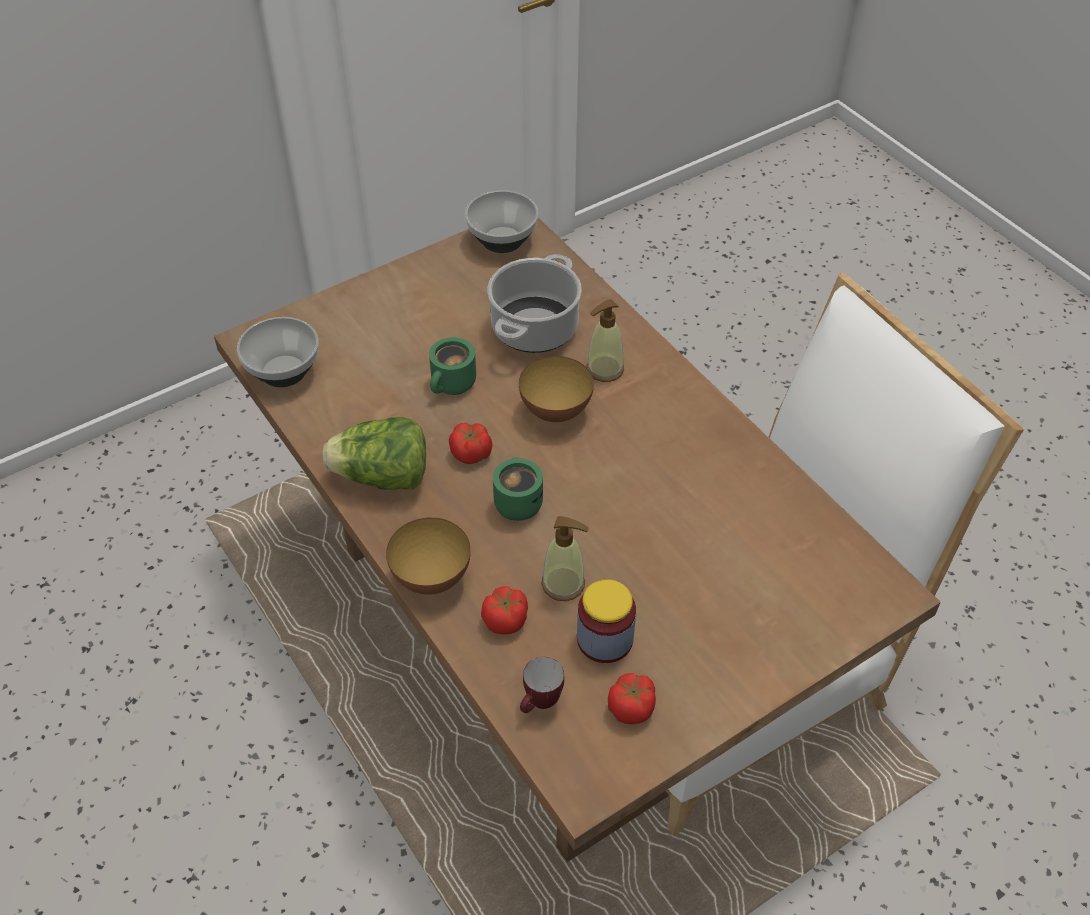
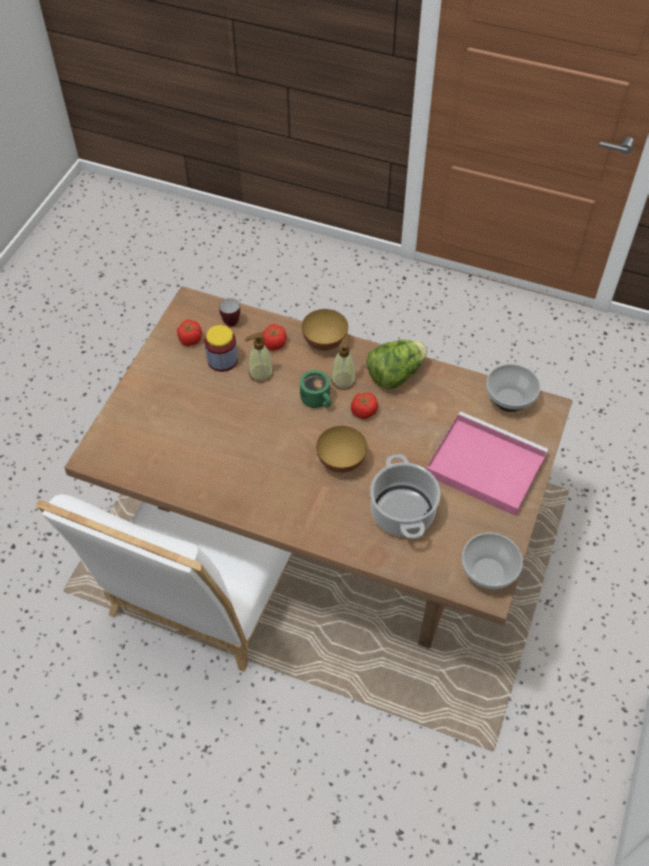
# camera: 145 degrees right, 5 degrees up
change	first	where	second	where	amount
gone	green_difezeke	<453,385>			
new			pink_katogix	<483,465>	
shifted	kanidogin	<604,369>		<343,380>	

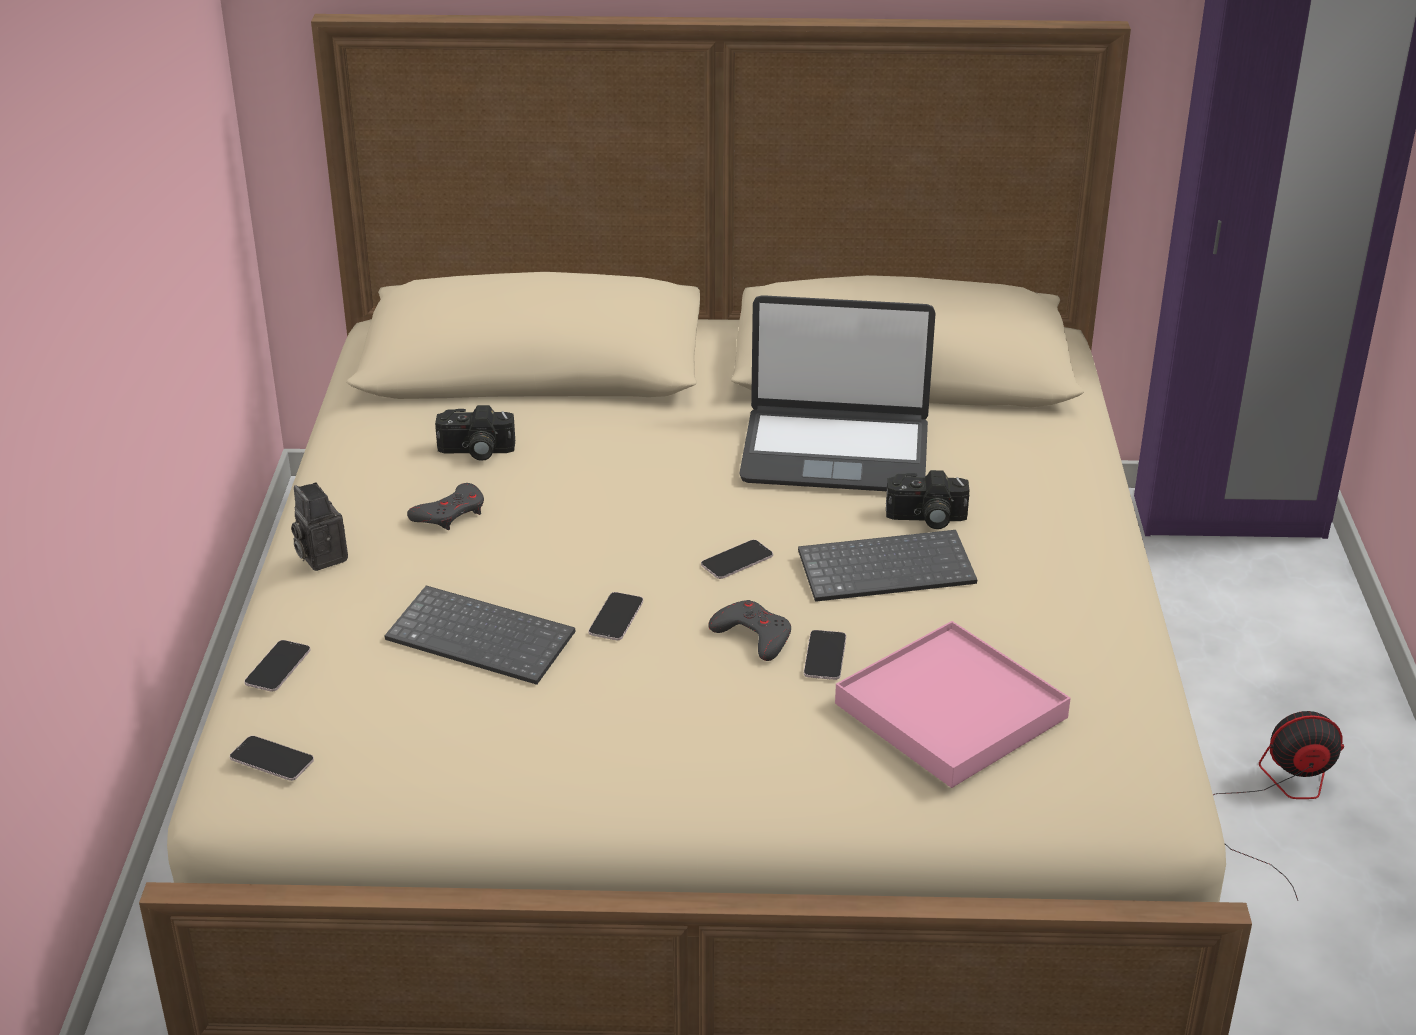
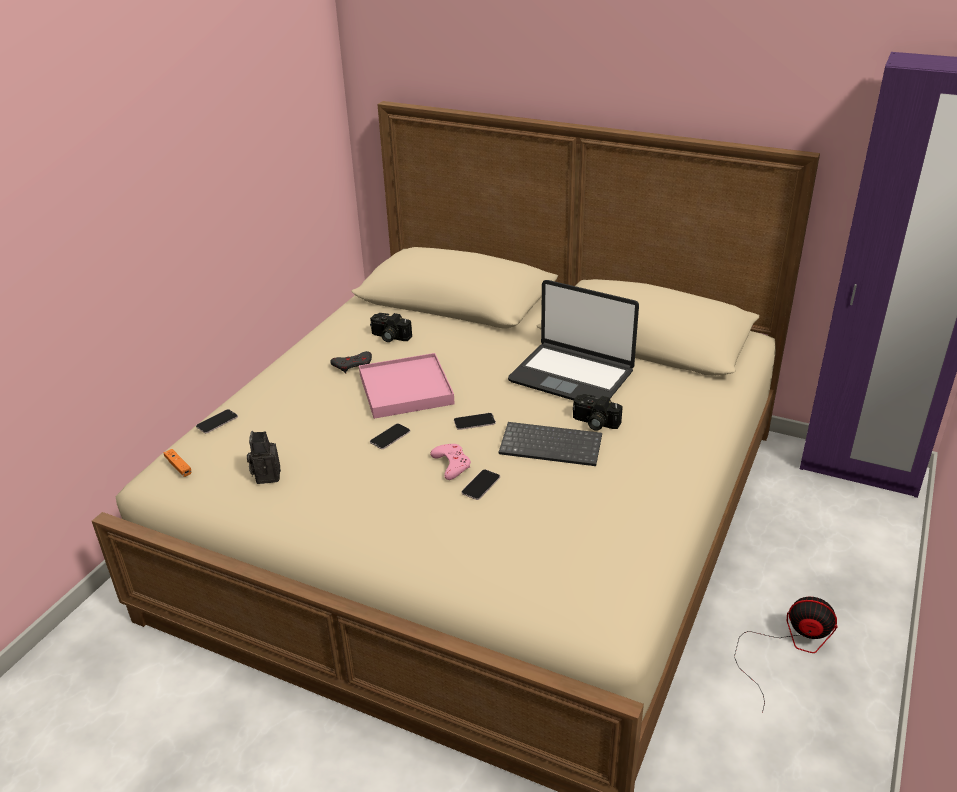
# camera: 25 degrees right, 0 degrees up
change	first	where	second	where	amount
gone	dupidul	<484,637>			
shifted	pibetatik	<320,556>		<266,475>	
shifted	pink_katogix	<951,711>		<406,389>	
swapped	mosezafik	<272,759>	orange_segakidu	<178,466>	
repainted	grey_segakidu	<753,636>	pink_segakidu	<451,464>	

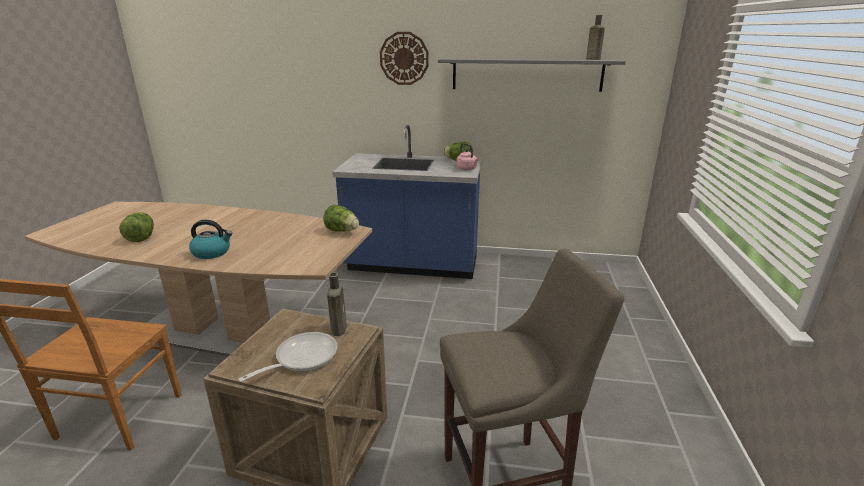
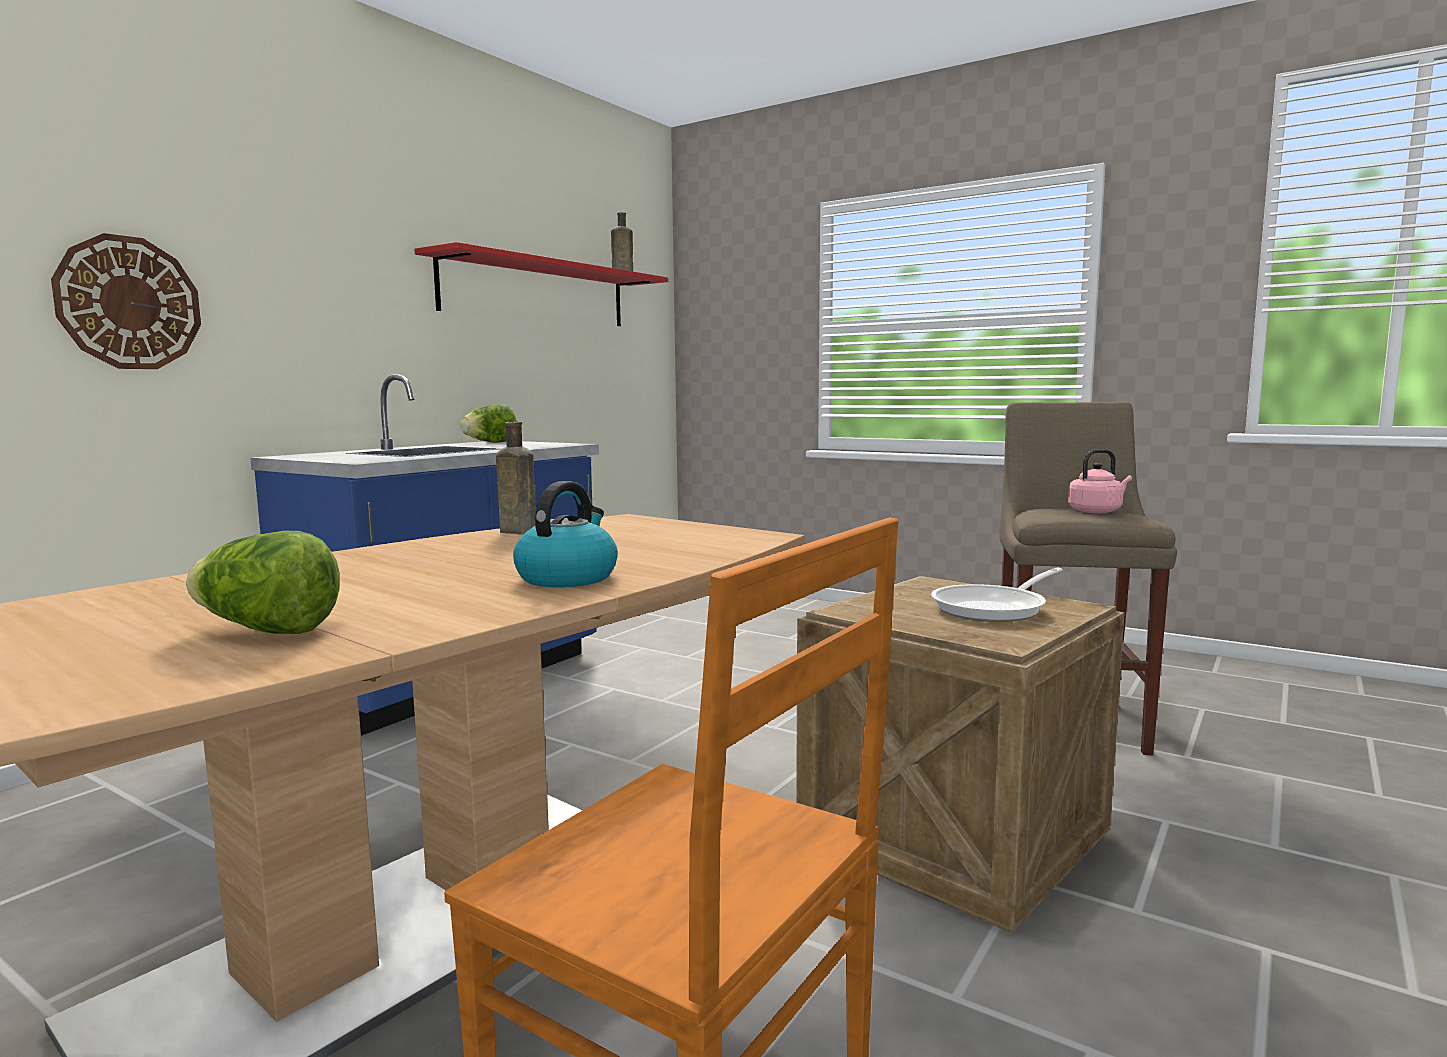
# camera: 65 degrees left, 15 degrees down
change	first	where	second	where	amount
gone	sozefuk	<342,231>			
shifted	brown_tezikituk	<339,328>		<515,532>	
shifted	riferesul	<404,58>		<129,303>	
shifted	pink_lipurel	<467,169>		<1097,511>	
repainted	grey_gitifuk	<526,74>	red_gitifuk	<537,293>	
rotated	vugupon	<301,358>		<995,608>	105 degrees counterclockwise

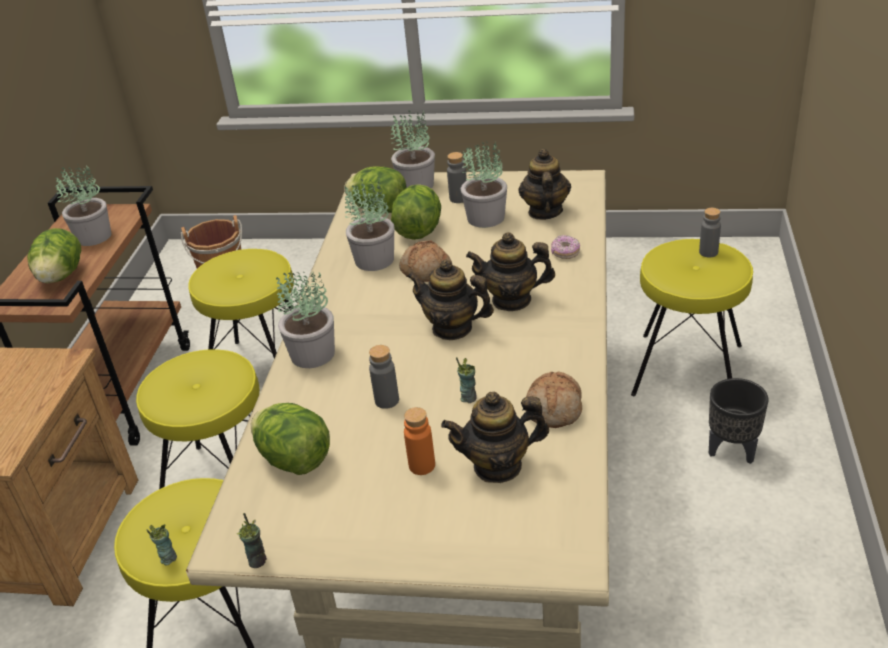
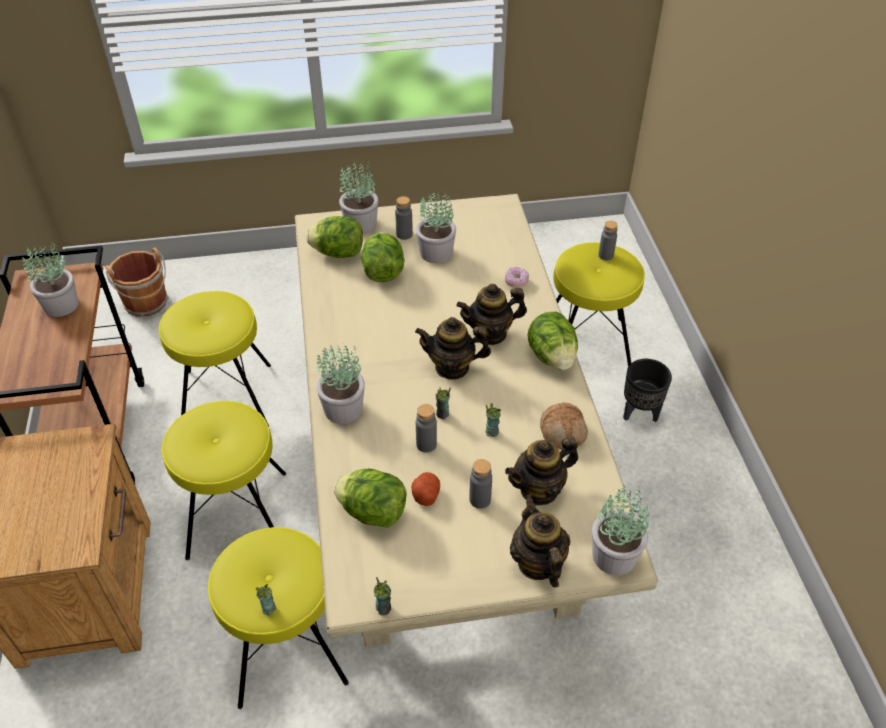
# camera: 20 degrees left, 10 degrees up
change	first	where	second	where	amount
gone	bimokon	<426,271>			
new			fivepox	<425,494>	
new			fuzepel	<442,414>	
shifted	sozefuk	<61,276>		<552,357>	
shifted	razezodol	<374,259>		<613,555>	
shifted	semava	<544,212>		<537,563>	
repainted	orange_tezikituk	<422,465>	grey_tezikituk	<480,499>	

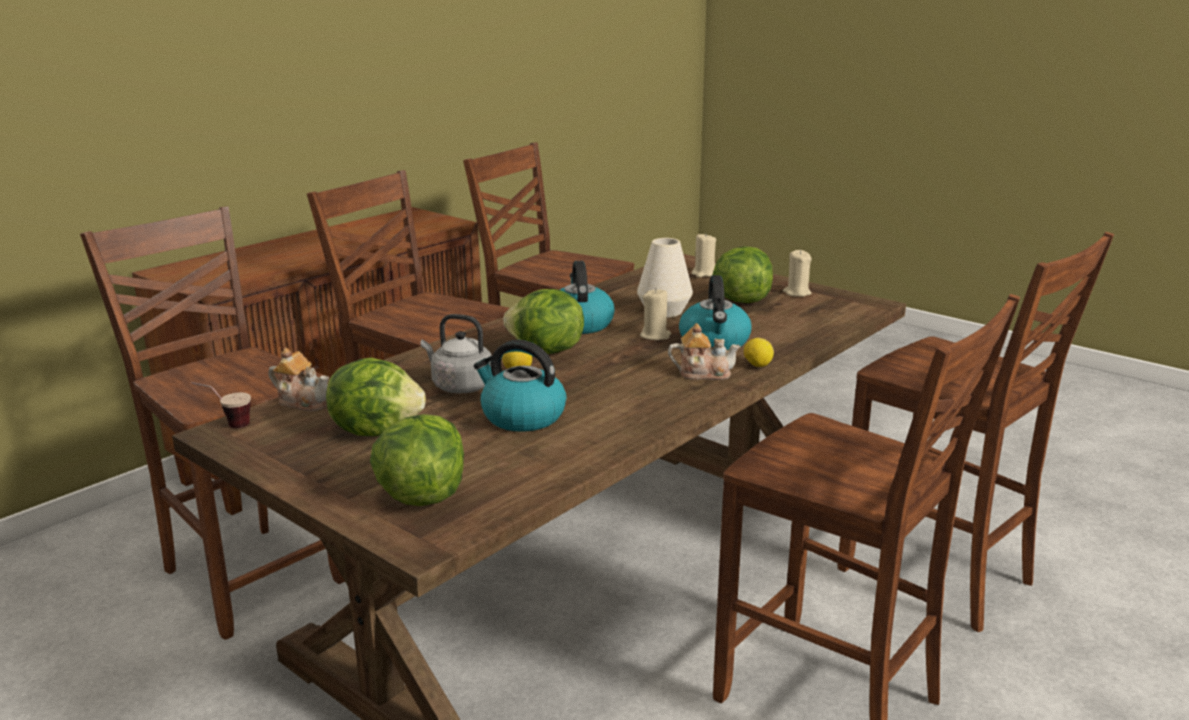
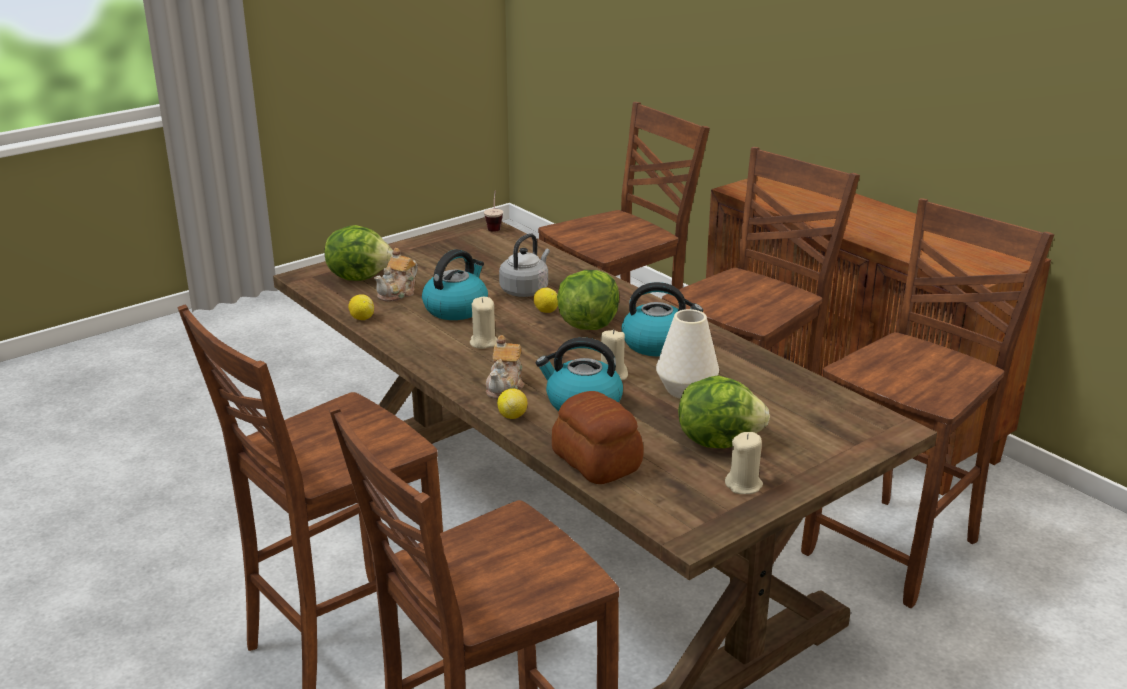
# camera: 100 degrees right, 5 degrees up
change	first	where	second	where	amount
gone	sozefuk	<377,430>			
new			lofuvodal	<362,318>	
new			bimokon	<596,462>	
shifted	semava	<304,402>		<398,293>	
shifted	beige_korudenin	<704,274>		<483,342>	

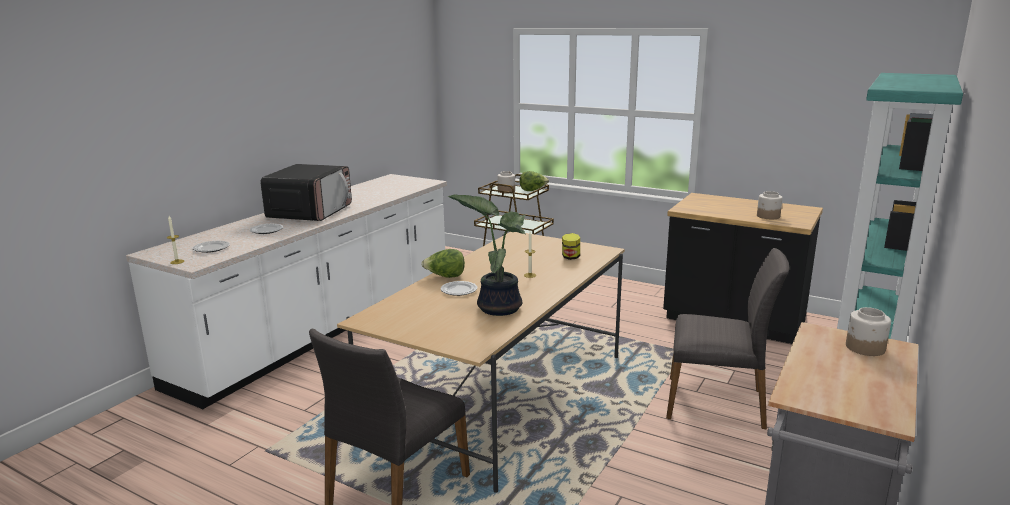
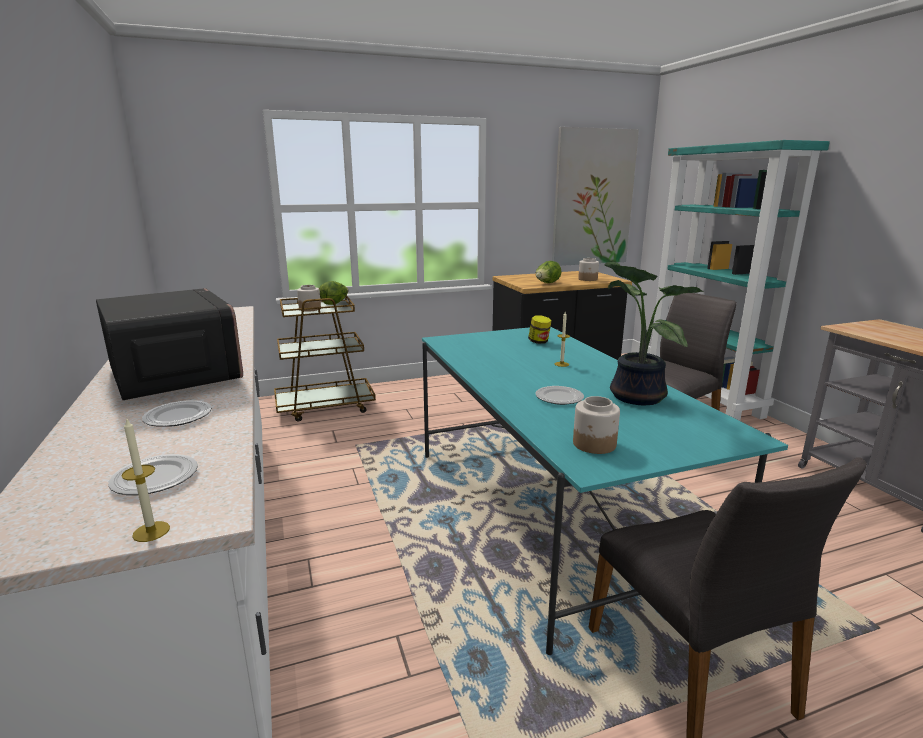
# camera: 50 degrees left, 0 degrees up
change	first	where	second	where	amount
new			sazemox	<593,198>	
shifted	sozefuk	<445,277>		<547,283>	
shifted	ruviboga	<865,348>		<594,444>	
repainted	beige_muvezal	<501,395>	turquoise_muvezal	<550,513>	

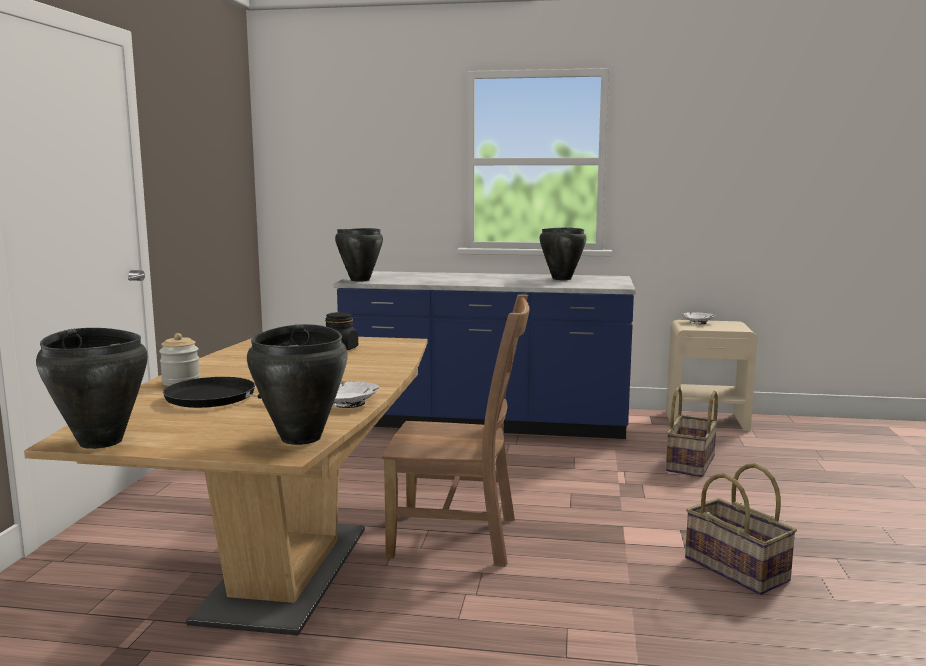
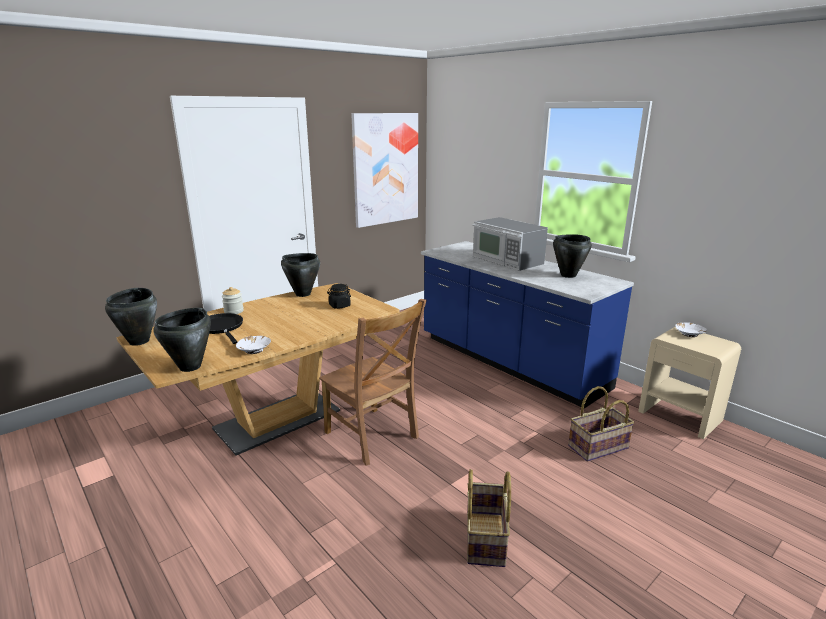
# camera: 40 degrees right, 10 degrees up
change	first	where	second	where	amount
new			sazemox	<385,169>	
new			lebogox	<506,260>	
shifted	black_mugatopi	<359,280>		<302,294>	

